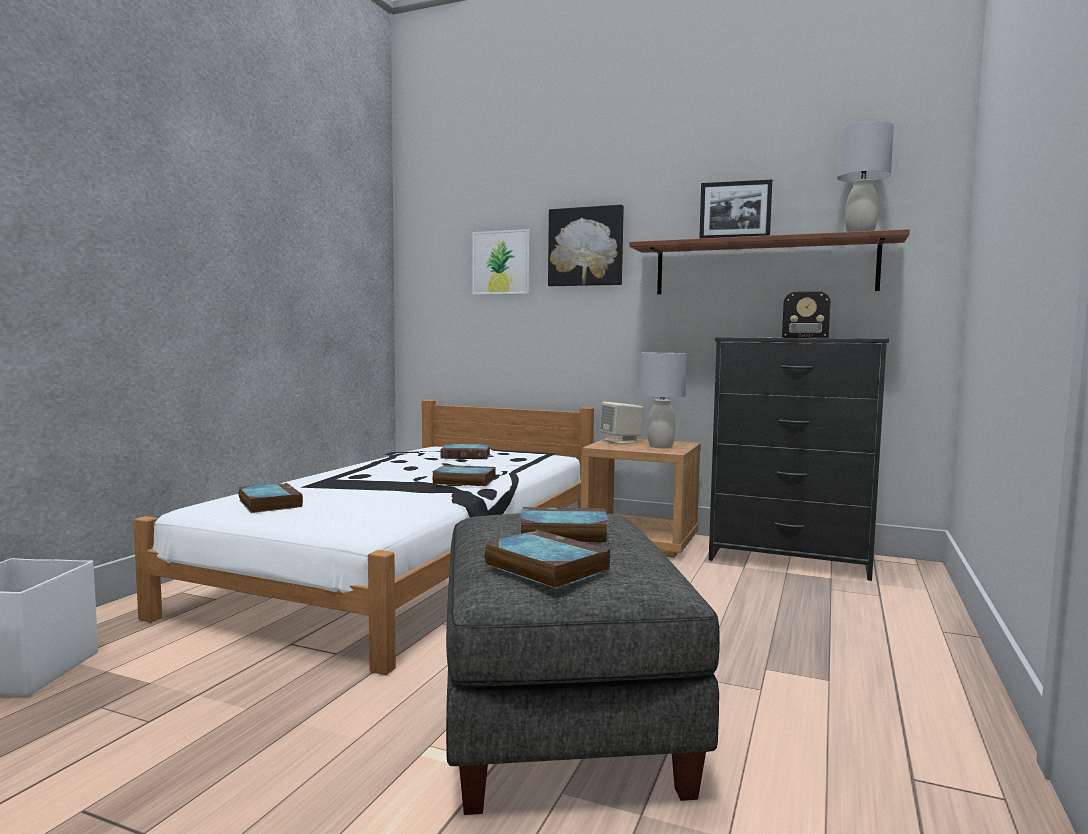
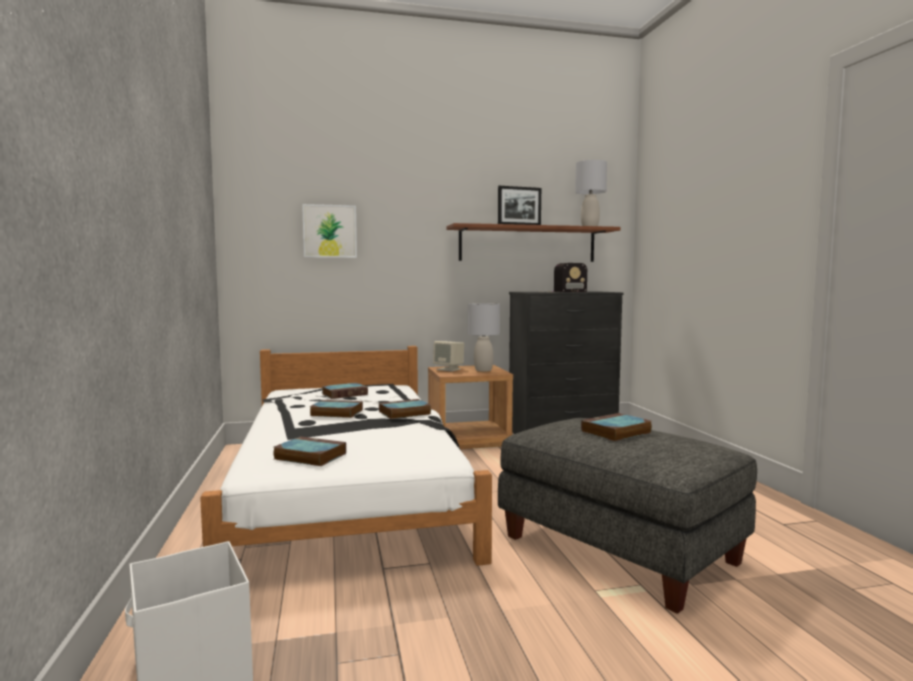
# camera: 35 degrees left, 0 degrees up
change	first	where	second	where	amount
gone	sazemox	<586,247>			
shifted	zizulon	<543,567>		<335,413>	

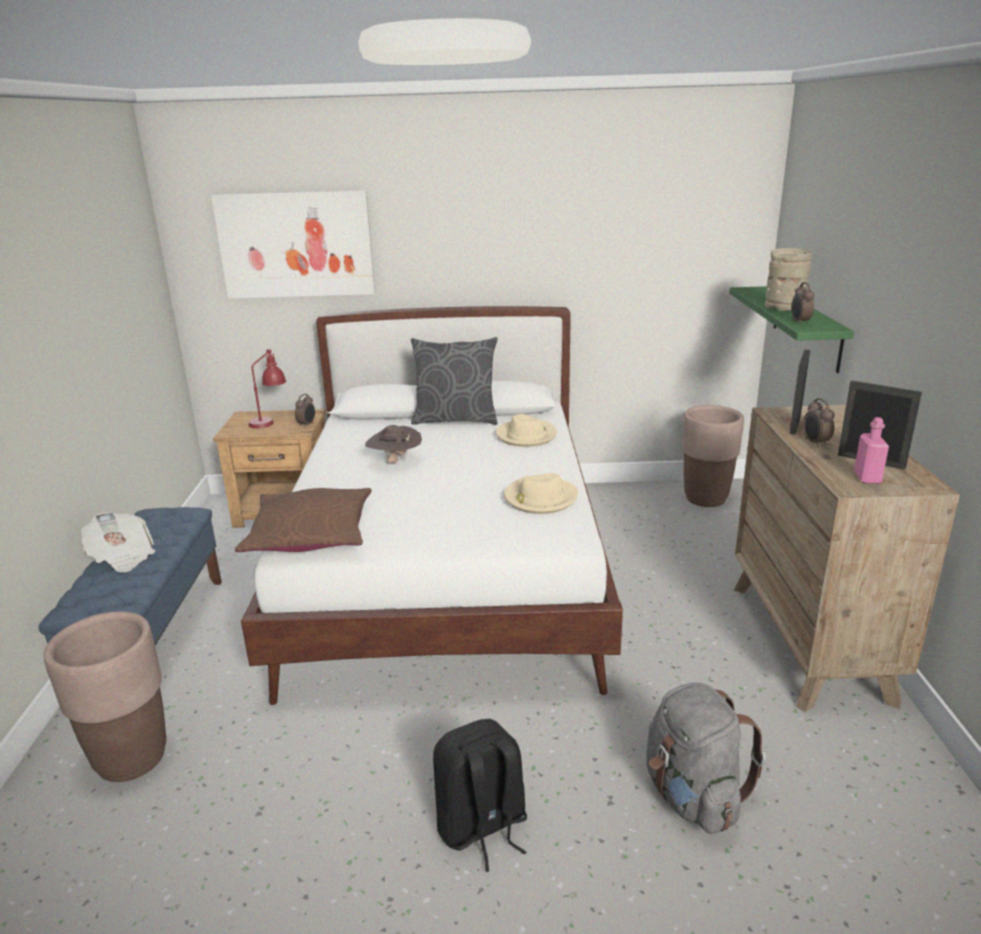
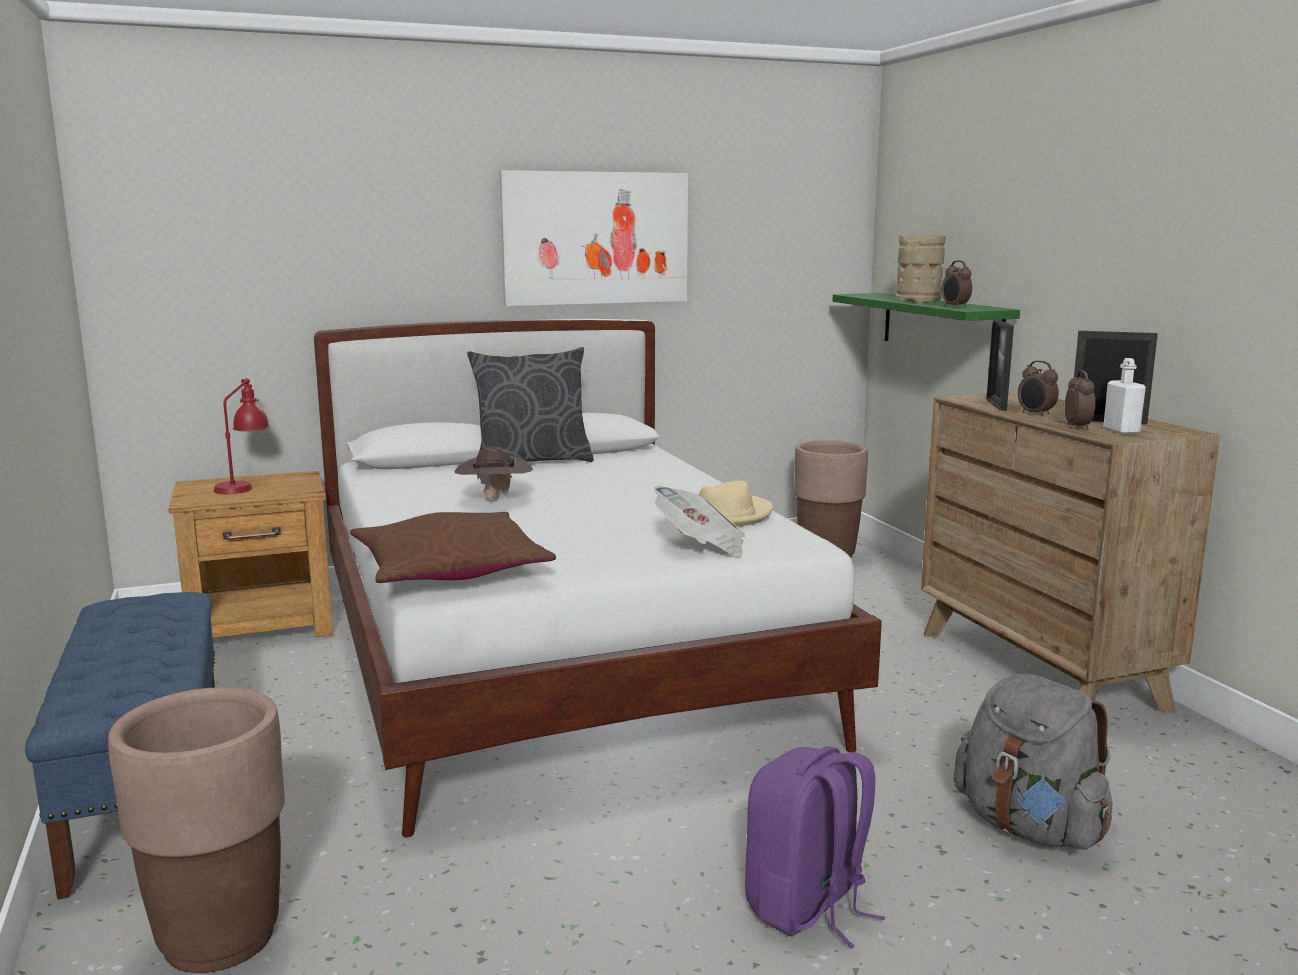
# camera: 20 degrees left, 10 degrees down
change	first	where	second	where	amount
gone	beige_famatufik	<526,436>			
shifted	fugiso	<122,557>		<701,545>	
shifted	sazemox	<296,245>		<595,238>	
shifted	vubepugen	<307,424>		<1078,427>	
repainted	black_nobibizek	<482,828>	purple_nobibizek	<808,908>	
repainted	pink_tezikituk	<867,478>	white_tezikituk	<1121,431>	

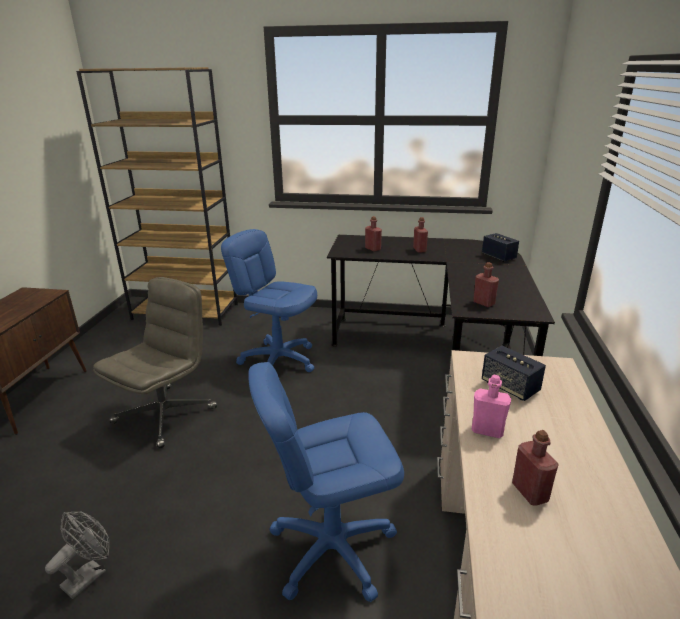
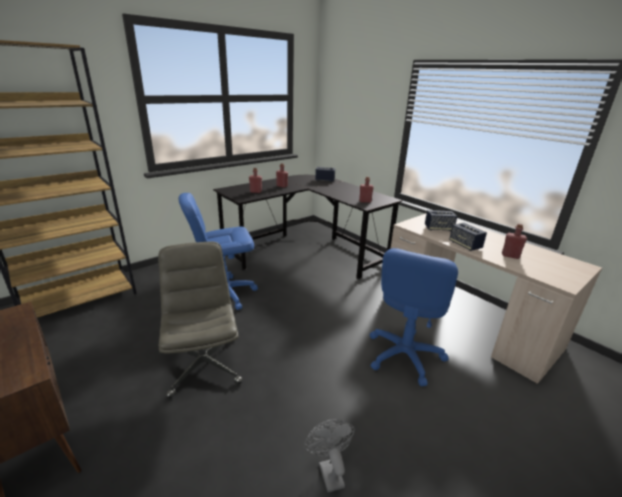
# camera: 50 degrees left, 0 degrees up
change	first	where	second	where	amount
swapped	pink_tezikituk	<487,430>	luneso	<465,245>	

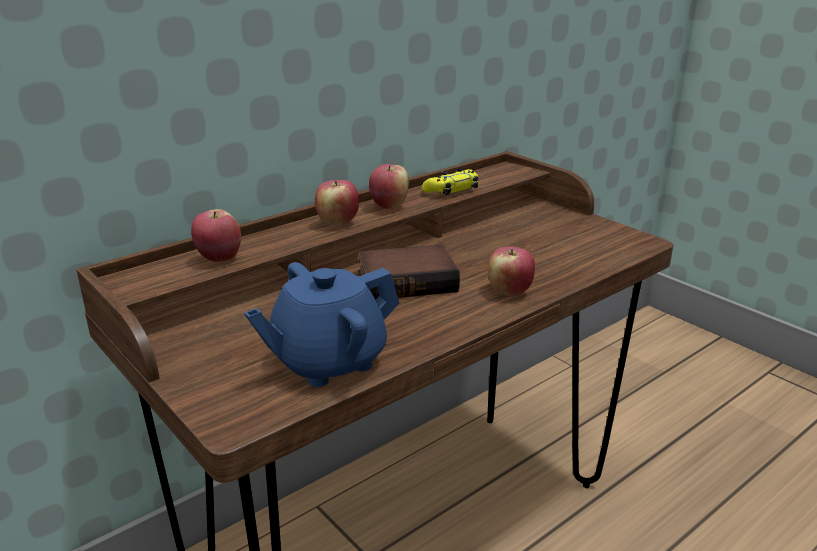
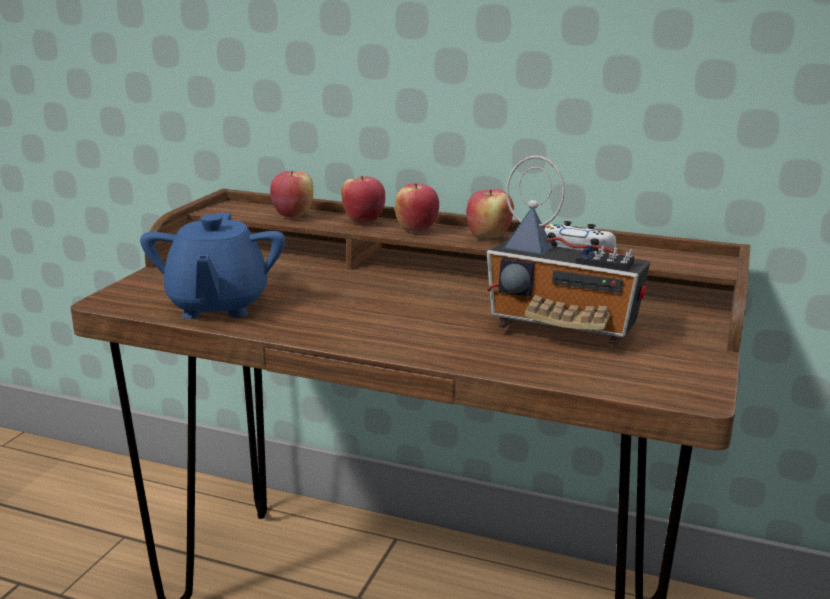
# camera: 60 degrees right, 5 degrees down
change	first	where	second	where	amount
gone	zizulon	<408,280>			
new			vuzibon	<564,331>	
shifted	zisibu	<509,291>		<363,221>	
repainted	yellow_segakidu	<451,190>	white_segakidu	<577,249>	
rotated	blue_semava	<328,361>		<218,306>	120 degrees counterclockwise

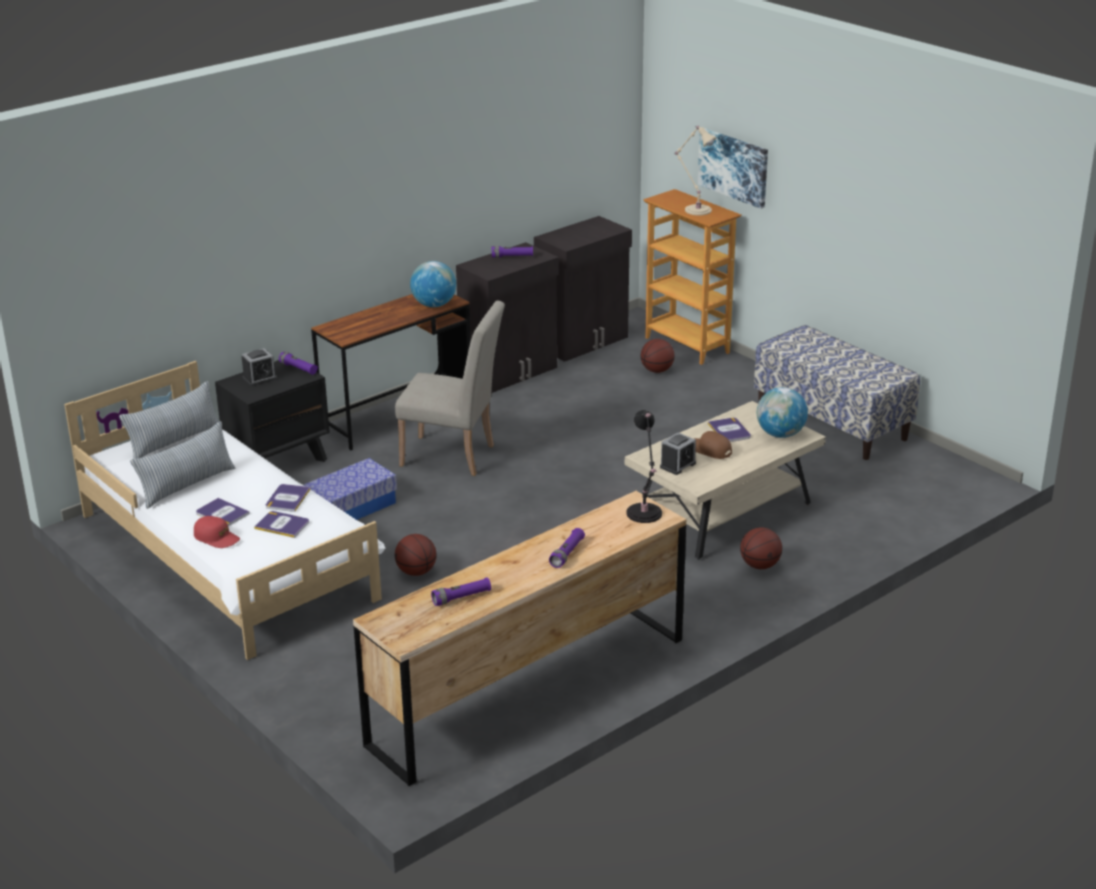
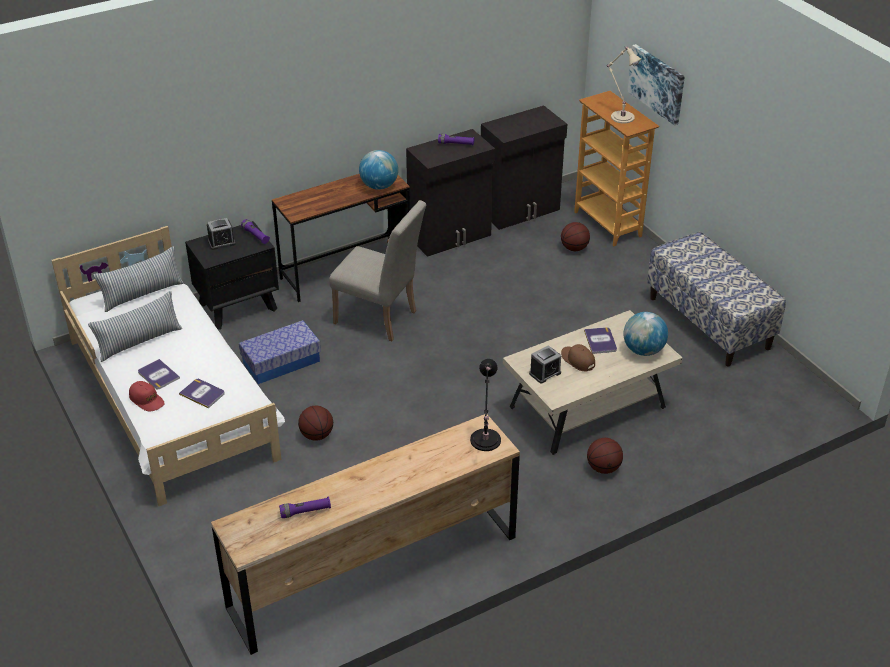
# camera: 10 degrees right, 10 degrees up
change	first	where	second	where	amount
gone	zizulon	<287,498>			
gone	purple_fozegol	<567,554>			

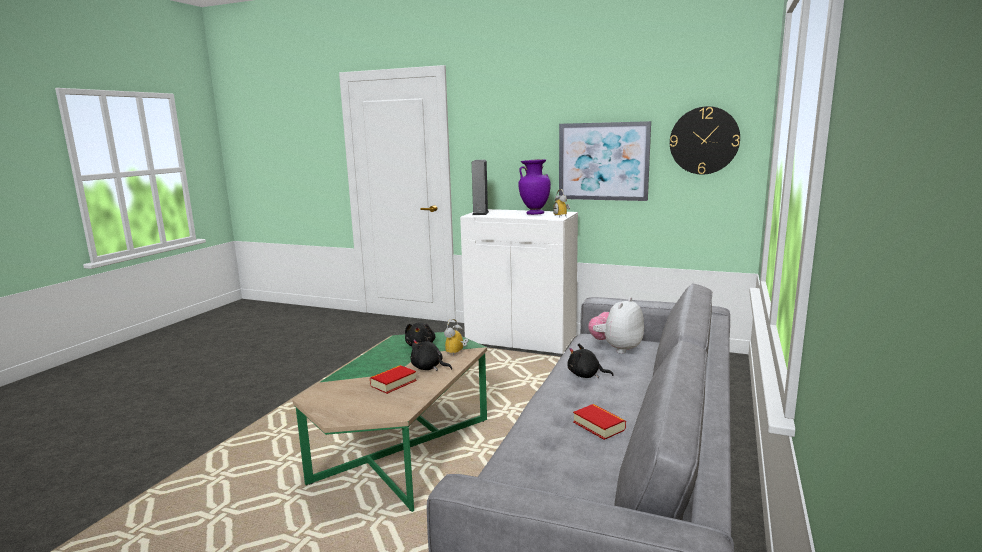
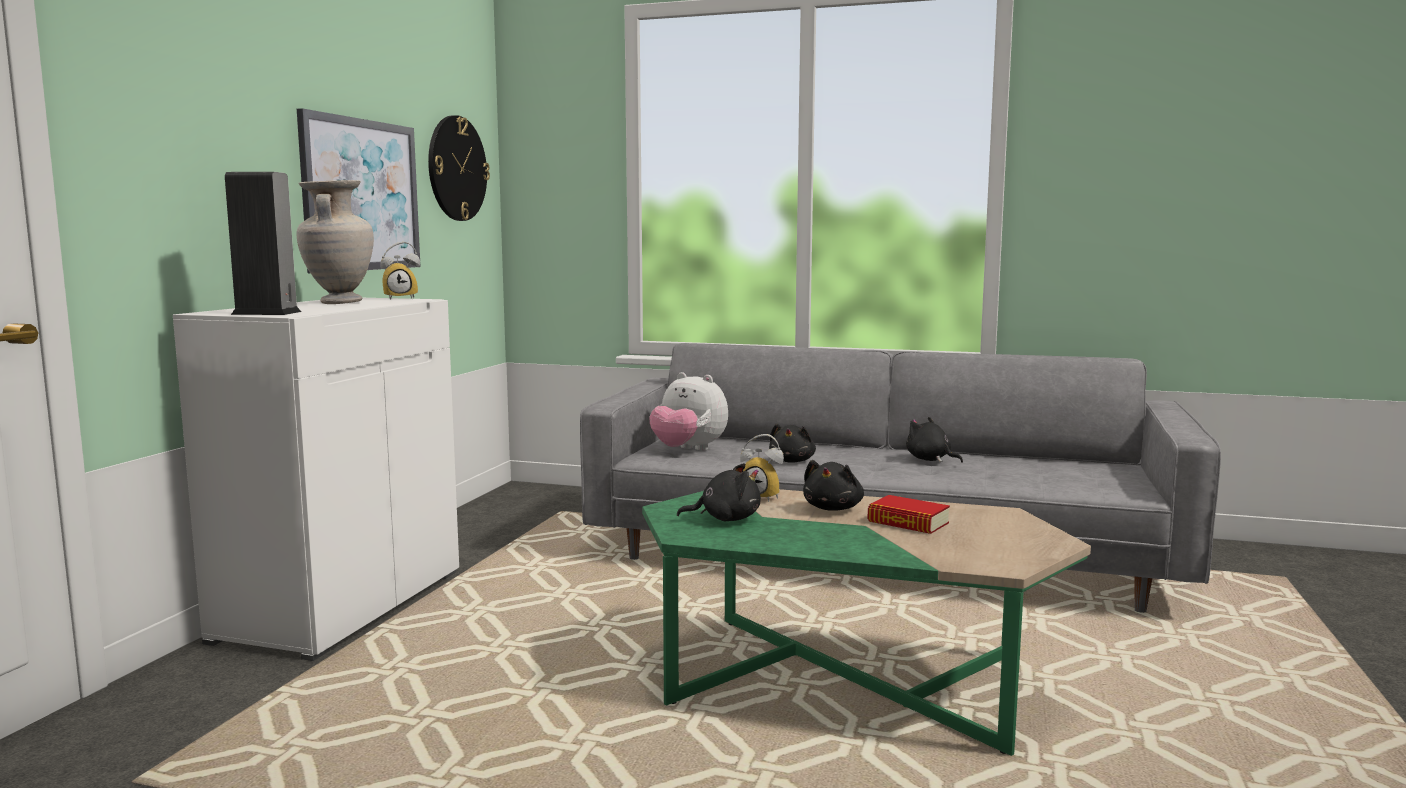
# camera: 95 degrees left, 5 degrees down
change	first	where	second	where	amount
swapped	zizulon	<599,426>	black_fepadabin	<930,460>	
repainted	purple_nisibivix	<534,214>	beige_nisibivix	<339,303>	

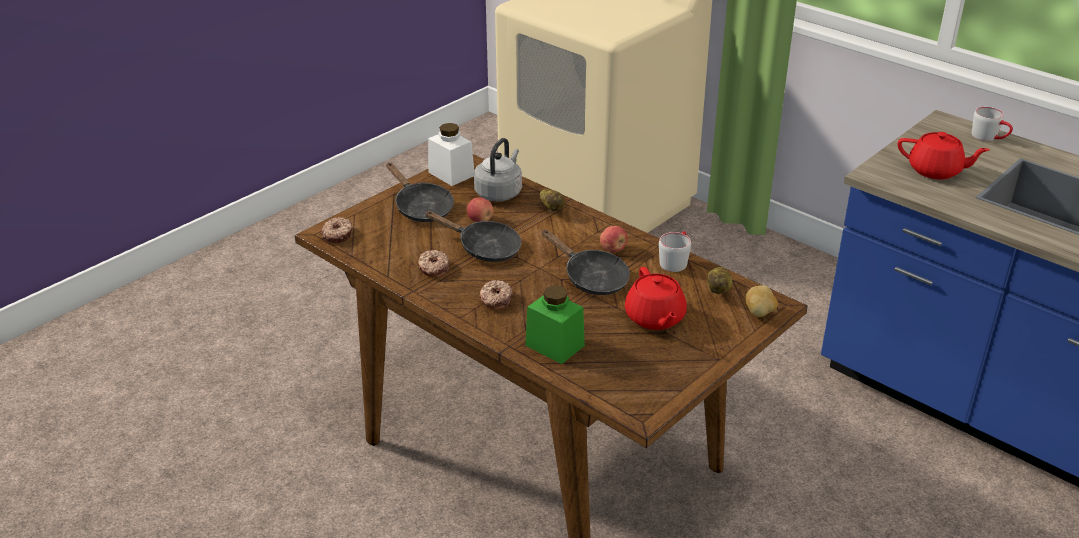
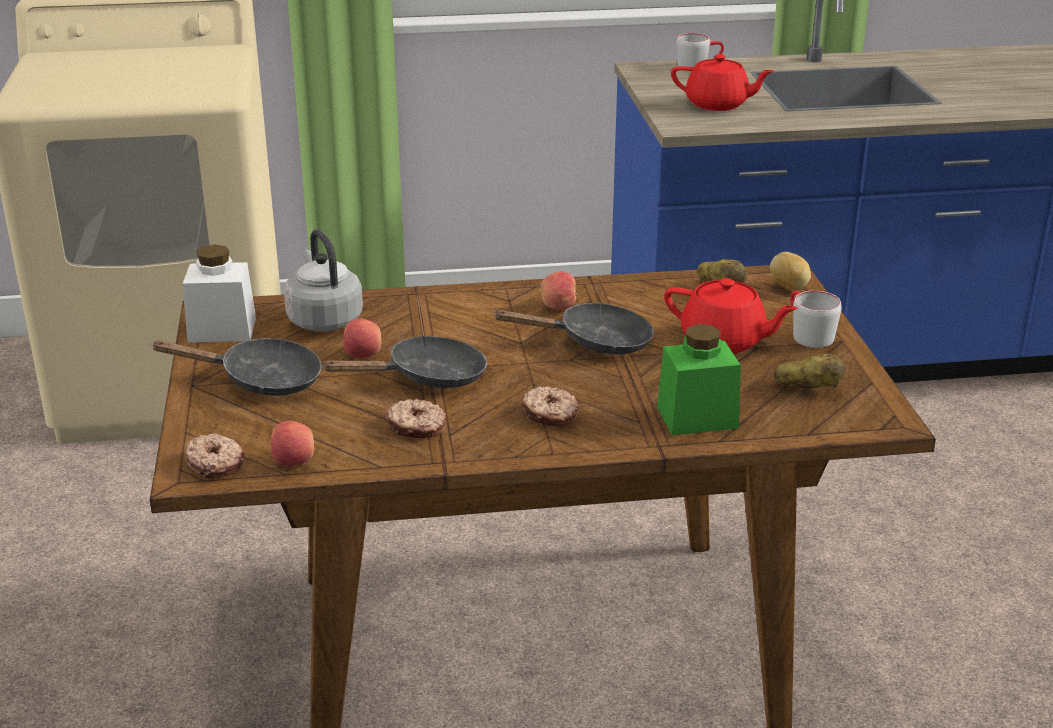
# camera: 50 degrees left, 5 degrees down
change	first	where	second	where	amount
new			zisibu	<293,462>	
shifted	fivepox	<551,209>		<808,388>	
shifted	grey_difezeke	<675,261>		<807,334>	
rotated	red_semava	<936,171>		<718,104>	45 degrees clockwise

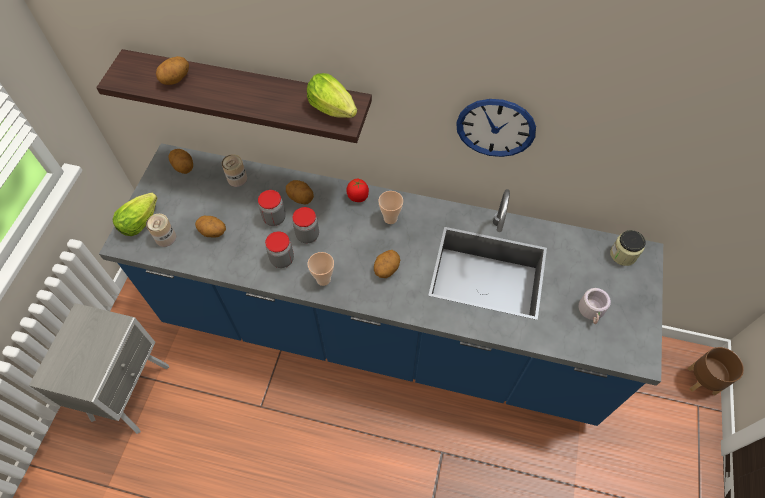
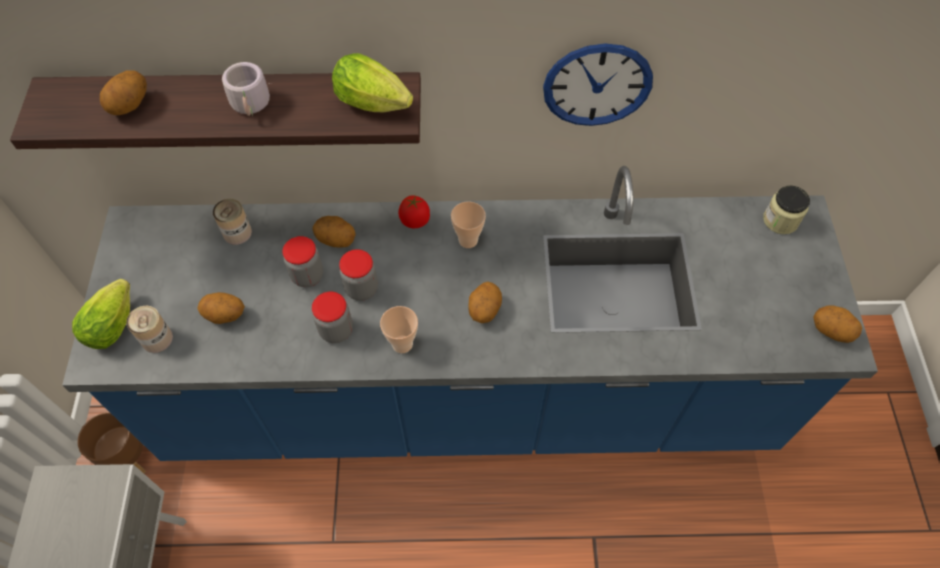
# camera: 15 degrees left, 0 degrees up
change	first	where	second	where	amount
shifted	fivepox	<184,167>		<831,331>	
shifted	grey_difezeke	<592,312>		<253,105>	
shifted	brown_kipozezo	<702,381>		<130,458>	

